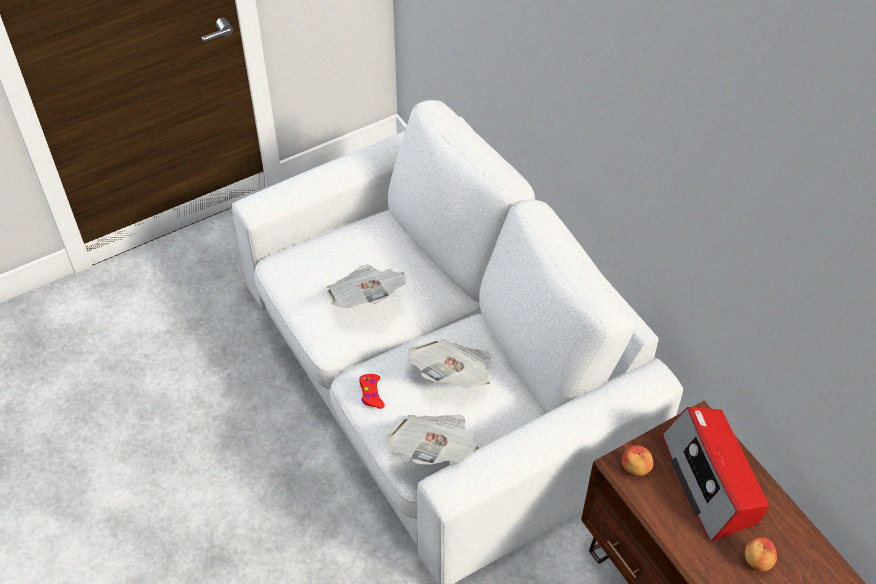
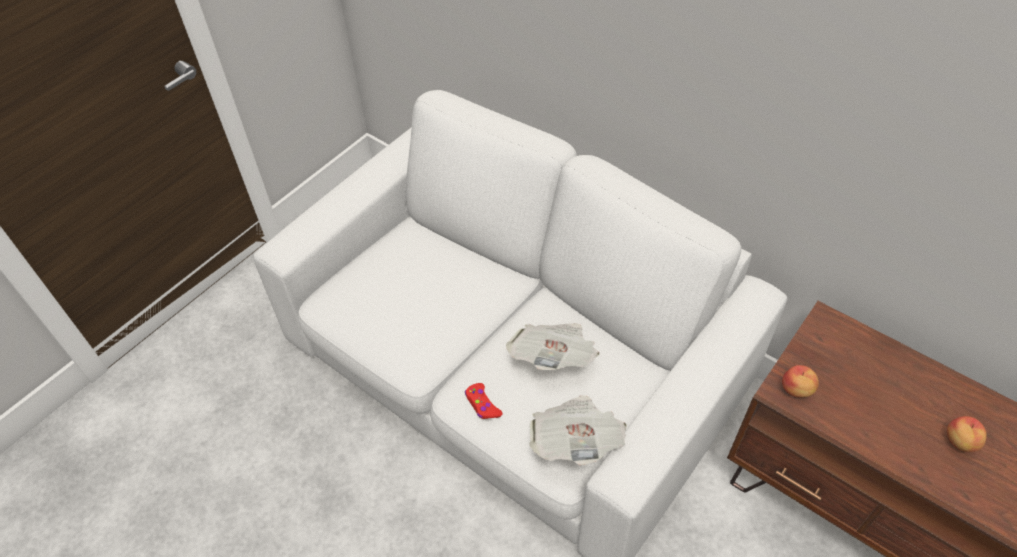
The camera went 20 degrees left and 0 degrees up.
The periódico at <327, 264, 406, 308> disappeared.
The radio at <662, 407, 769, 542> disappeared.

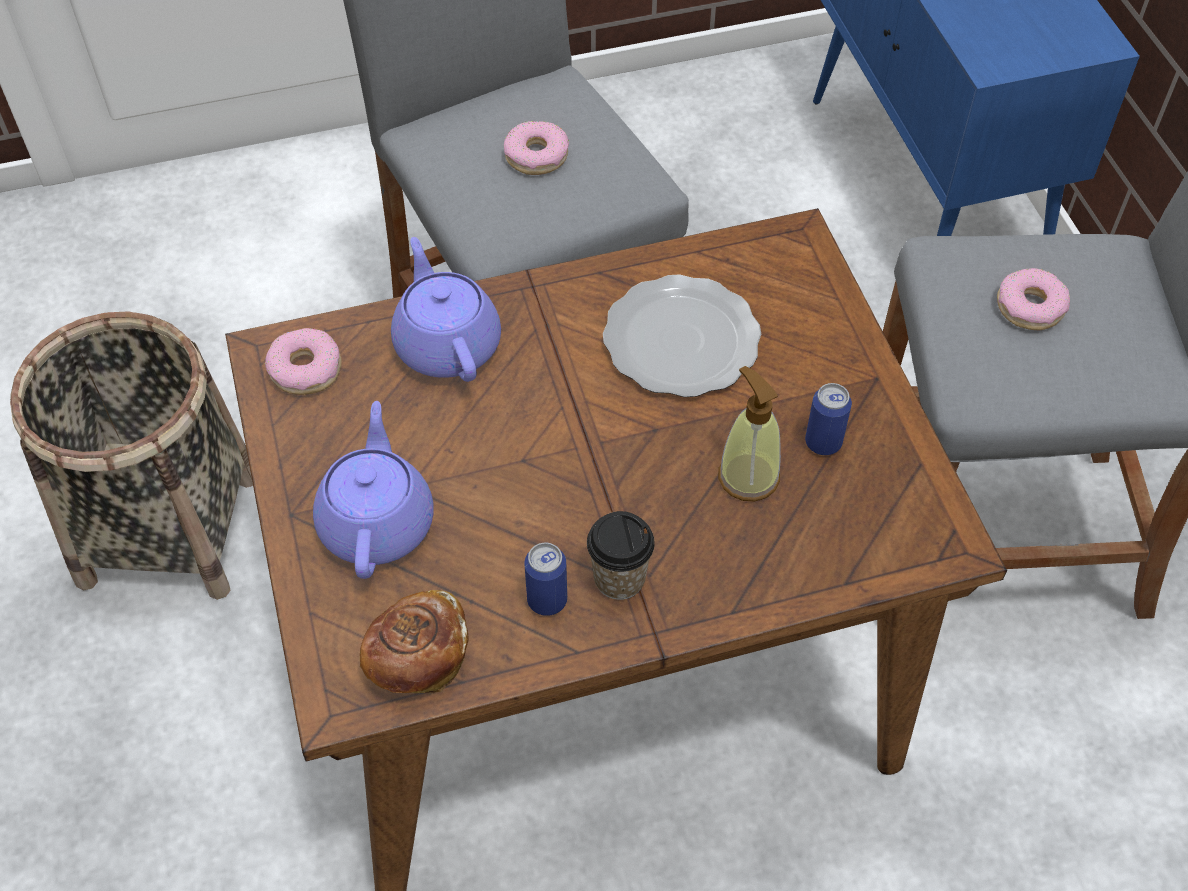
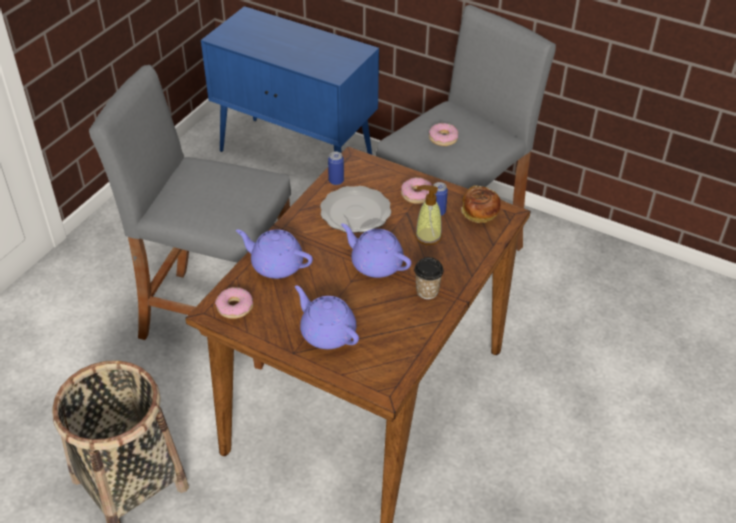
The camera went 45 degrees left and 10 degrees down.
The lata moved from <524, 542, 567, 616> to <328, 152, 344, 185>.
The tetera [morado] at <341, 223, 411, 278> appeared.
The rosquilla moved from <504, 121, 569, 175> to <401, 177, 432, 204>.
The pan moved from <360, 590, 468, 694> to <461, 185, 500, 223>.

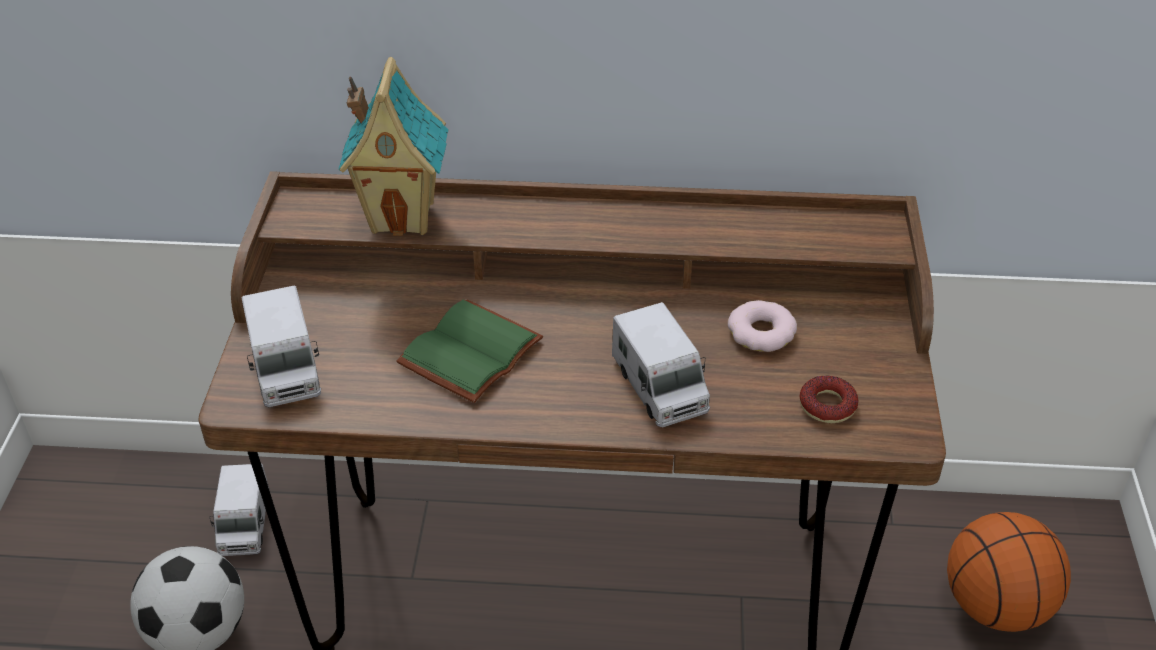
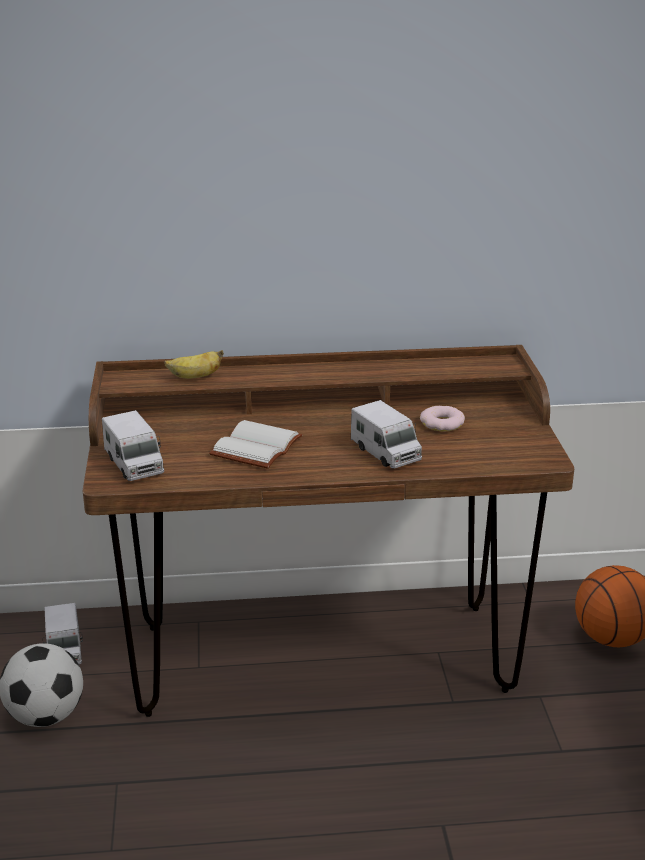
The camera went 10 degrees left and 15 degrees down.
The casita at <338, 57, 449, 236> was replaced by the plátano at <164, 350, 224, 379>.
The libro [verde] at <396, 299, 543, 403> became the libro [blanco] at <209, 420, 303, 469>.
The rosquilla at <800, 375, 858, 423> disappeared.

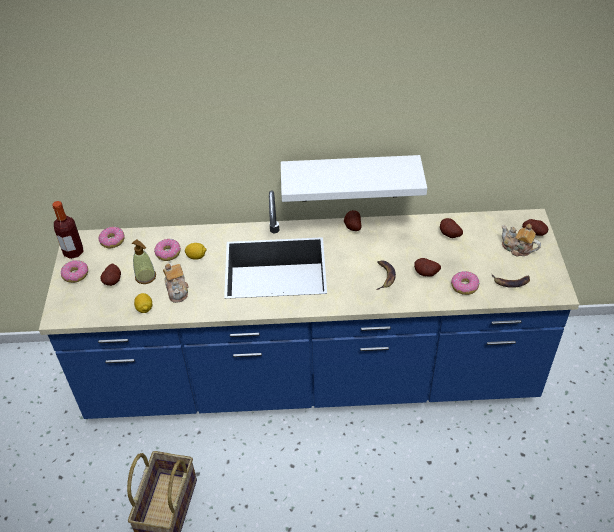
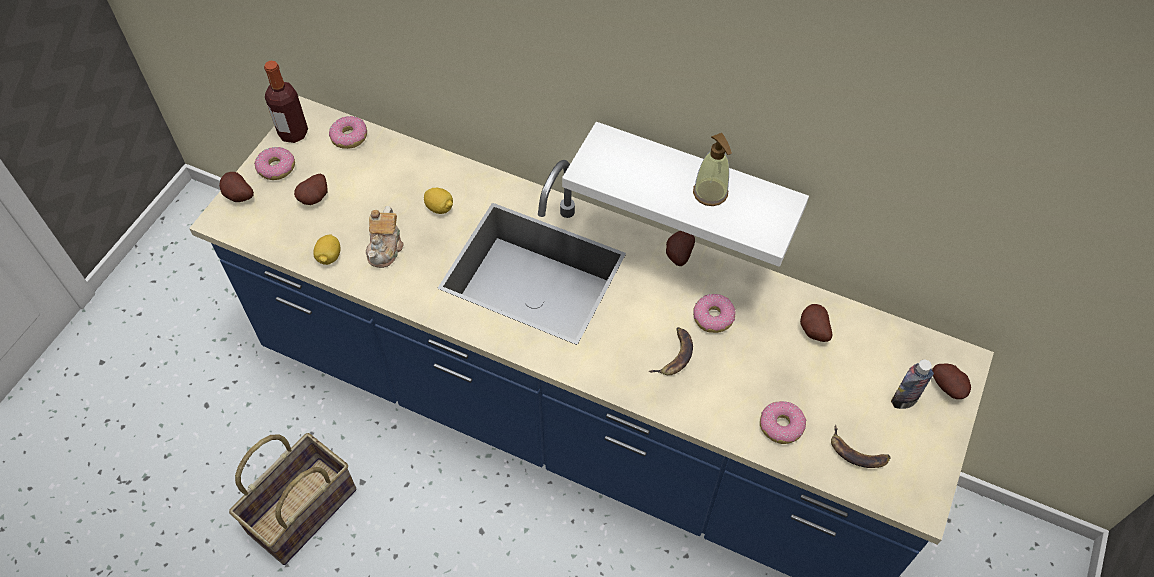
The camera went 25 degrees right and 10 degrees up.
The patata moved from <414, 258, 441, 277> to <219, 172, 254, 202>.
The dispensador de jabón moved from <132, 239, 156, 284> to <693, 133, 732, 206>.
The rosquilla moved from <154, 239, 181, 261> to <693, 294, 735, 333>.
The tetera at <502, 224, 541, 257> was replaced by the botella at <891, 360, 934, 409>.

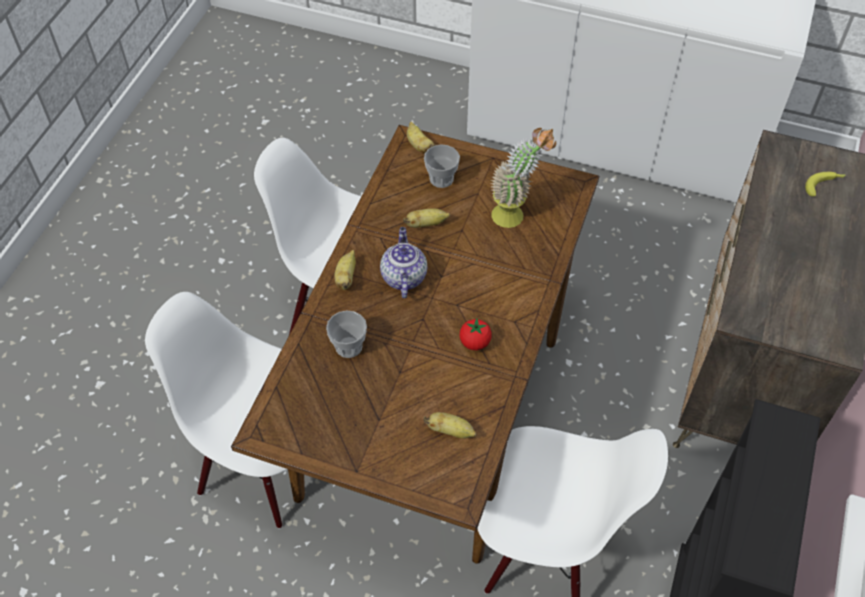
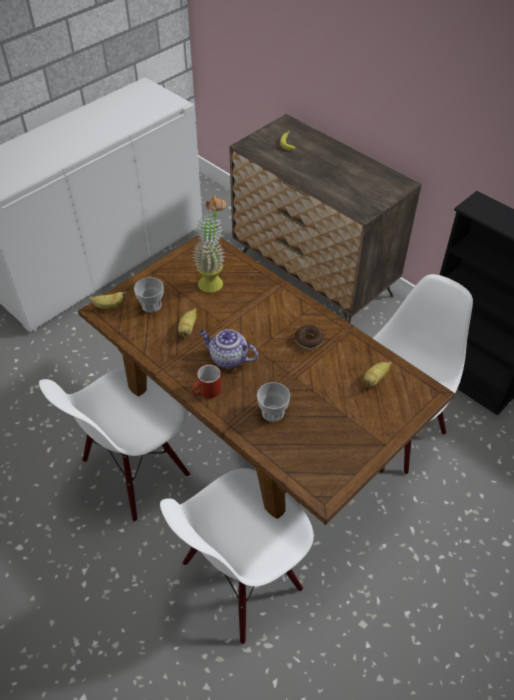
The camera went 65 degrees left and 5 degrees down.
The plátano at <334, 250, 356, 290> was replaced by the taza grande [rojo] at <191, 365, 222, 399>.
The tomate at <460, 319, 492, 350> was replaced by the rosquilla at <295, 325, 324, 349>.

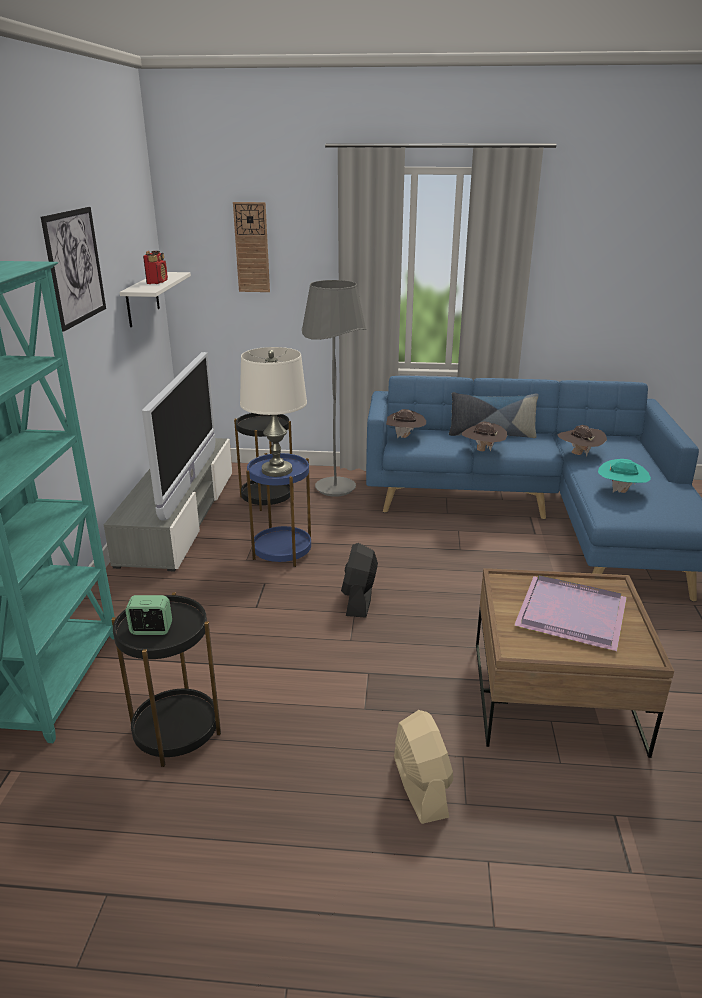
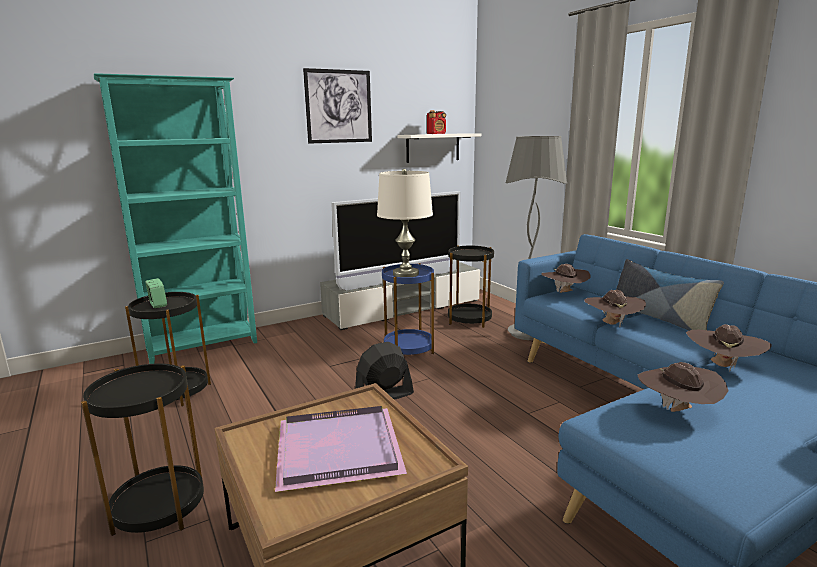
The camera went 55 degrees right and 10 degrees down.
The ventilador [beis] at <394, 710, 453, 824> was replaced by the mesa auxiliar [negro] at <81, 364, 204, 536>.
The sombrero [turquesa] at <598, 459, 651, 493> became the sombrero [marrón] at <638, 362, 729, 412>.
The reloj de pared at <233, 202, 270, 292> disappeared.

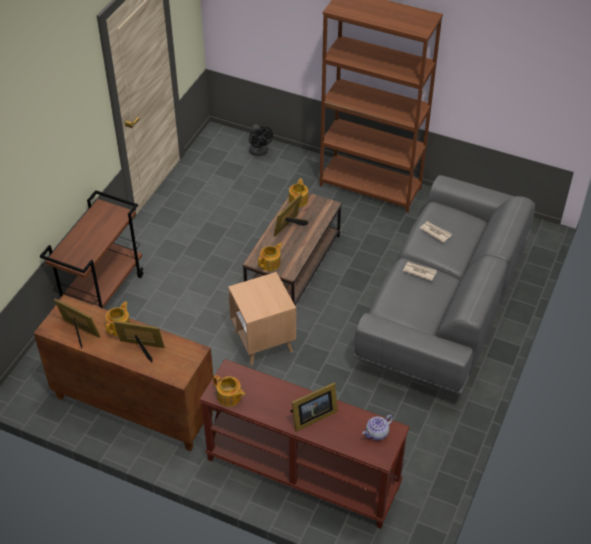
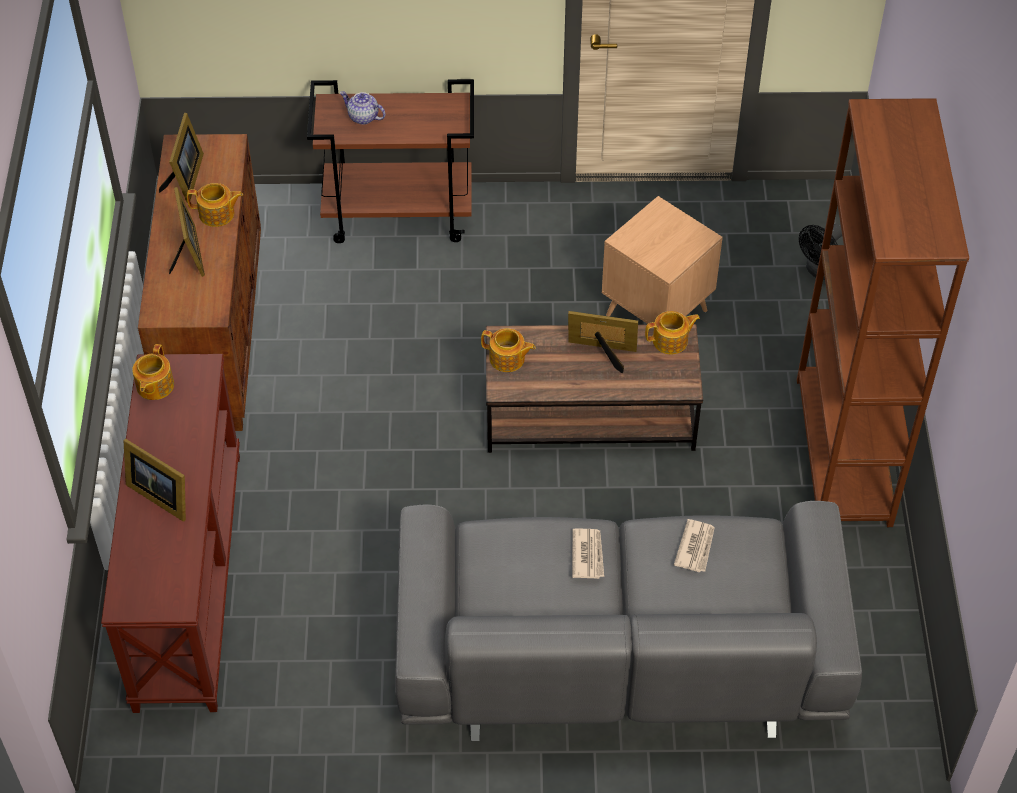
The camera went 65 degrees right and 5 degrees up.
The tetera moved from <363, 415, 393, 440> to <340, 91, 385, 125>.
The mesa auxiliar [marrón] moved from <228, 272, 296, 366> to <602, 196, 723, 324>.

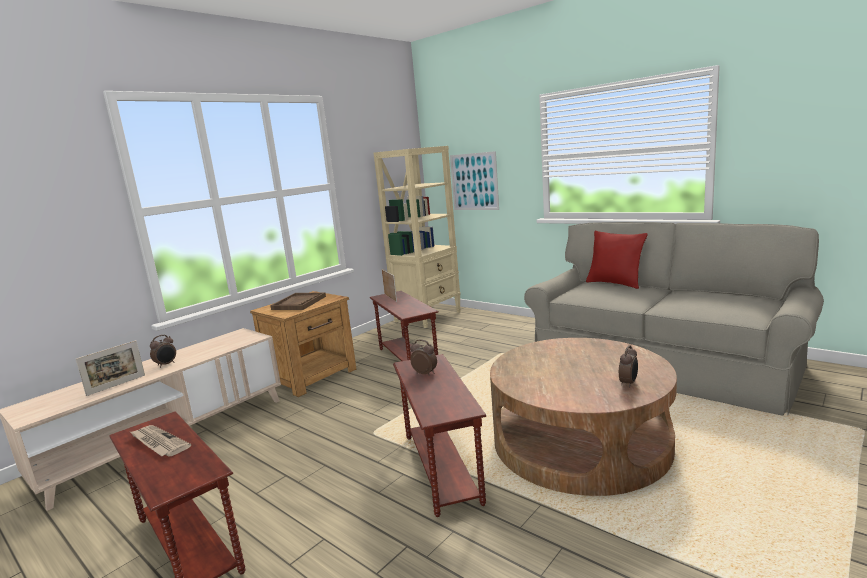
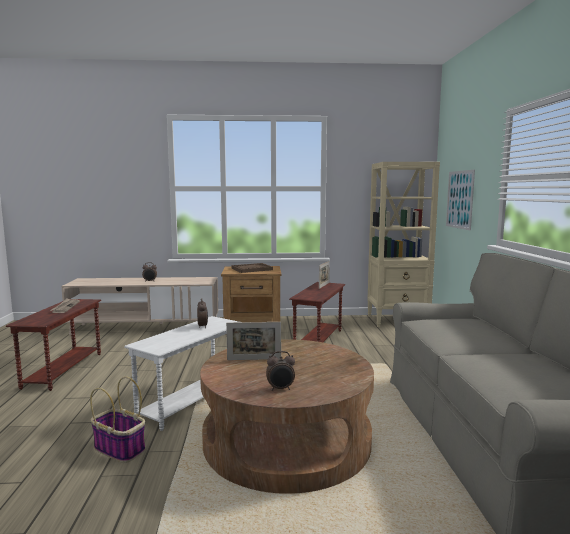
The camera went 45 degrees right and 5 degrees down.
The cesta at <90, 377, 145, 463> appeared.
The mesa auxiliar [marrón] at <393, 354, 486, 517> became the mesa auxiliar [blanco] at <124, 316, 239, 431>.
The portarretratos moved from <76, 340, 145, 396> to <226, 322, 281, 360>.
The cojín [rojo] at <586, 231, 647, 289> disappeared.

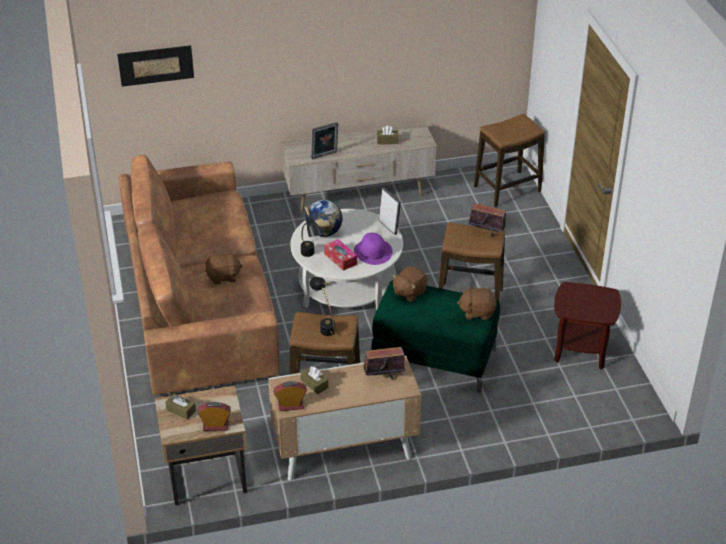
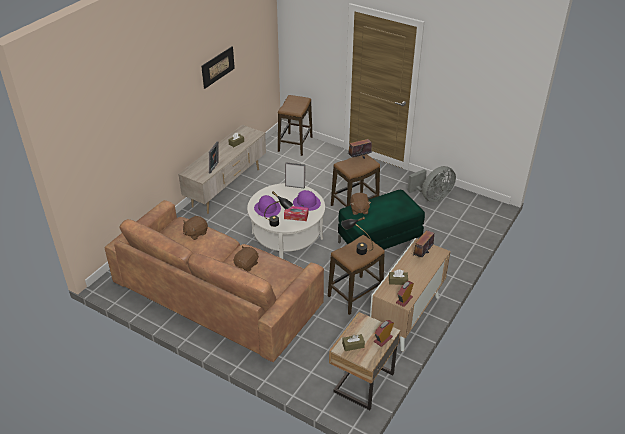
The camera went 45 degrees left and 0 degrees up.
The peluche [marrón] moved from <457, 286, 497, 320> to <183, 216, 208, 240>.
The cuadro moved from <117, 45, 194, 87> to <201, 46, 235, 89>.
The globo terráqueo at <305, 200, 343, 237> was replaced by the sombrero [morado] at <254, 195, 281, 217>.
The mesa auxiliar [marrón] at <554, 282, 621, 369> was replaced by the ventilador [gris] at <408, 166, 456, 202>.

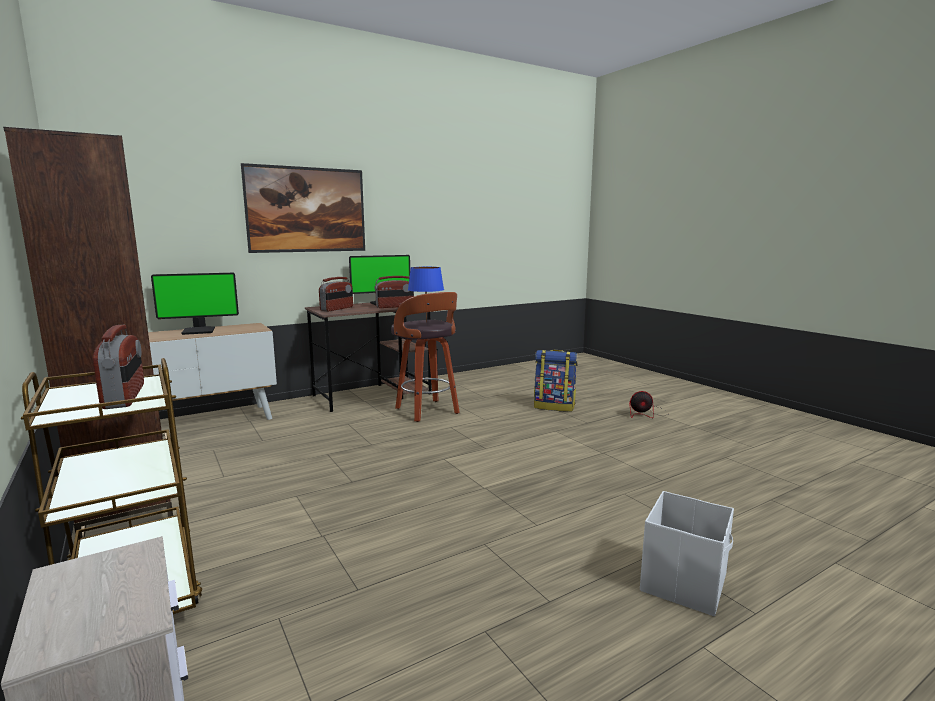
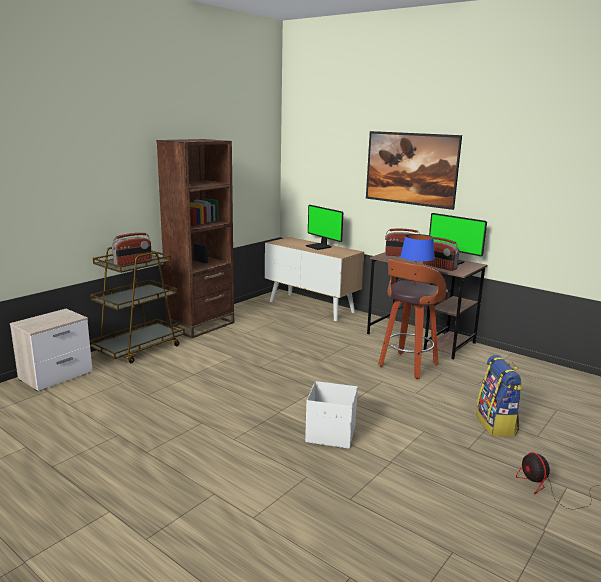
The camera went 70 degrees right and 5 degrees up.
The caja de almacenaje [blanco] moved from <640, 491, 734, 616> to <305, 381, 358, 449>.

